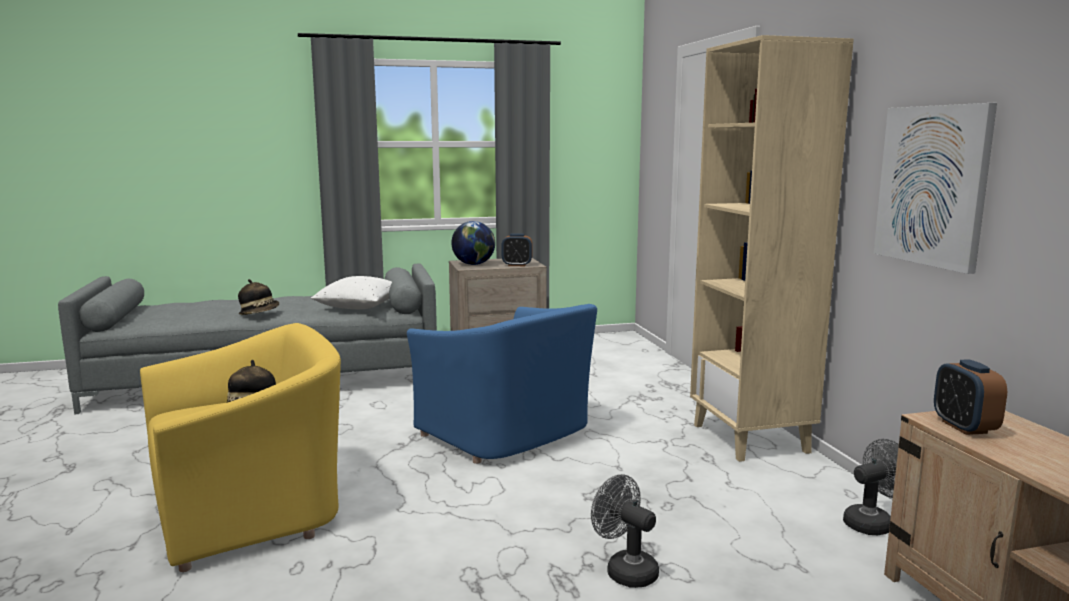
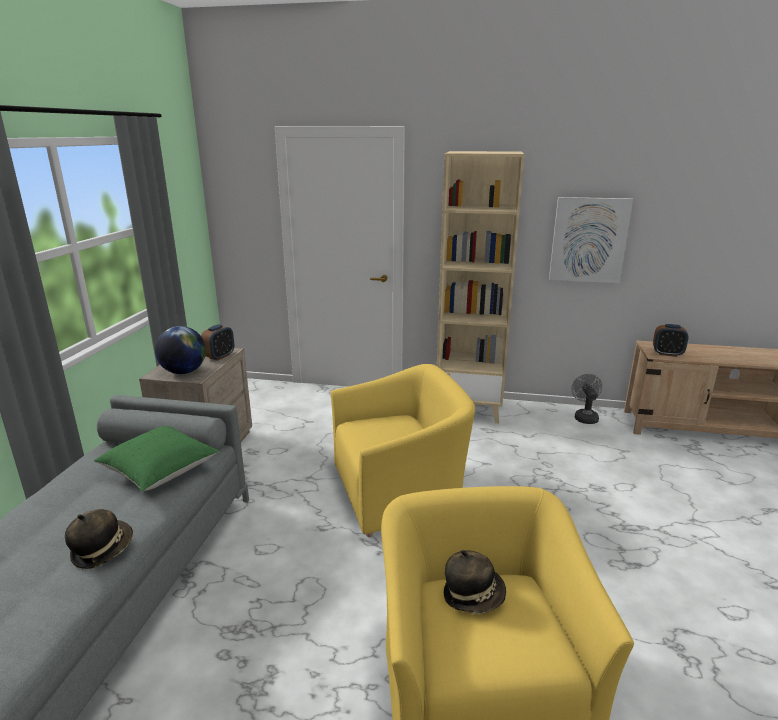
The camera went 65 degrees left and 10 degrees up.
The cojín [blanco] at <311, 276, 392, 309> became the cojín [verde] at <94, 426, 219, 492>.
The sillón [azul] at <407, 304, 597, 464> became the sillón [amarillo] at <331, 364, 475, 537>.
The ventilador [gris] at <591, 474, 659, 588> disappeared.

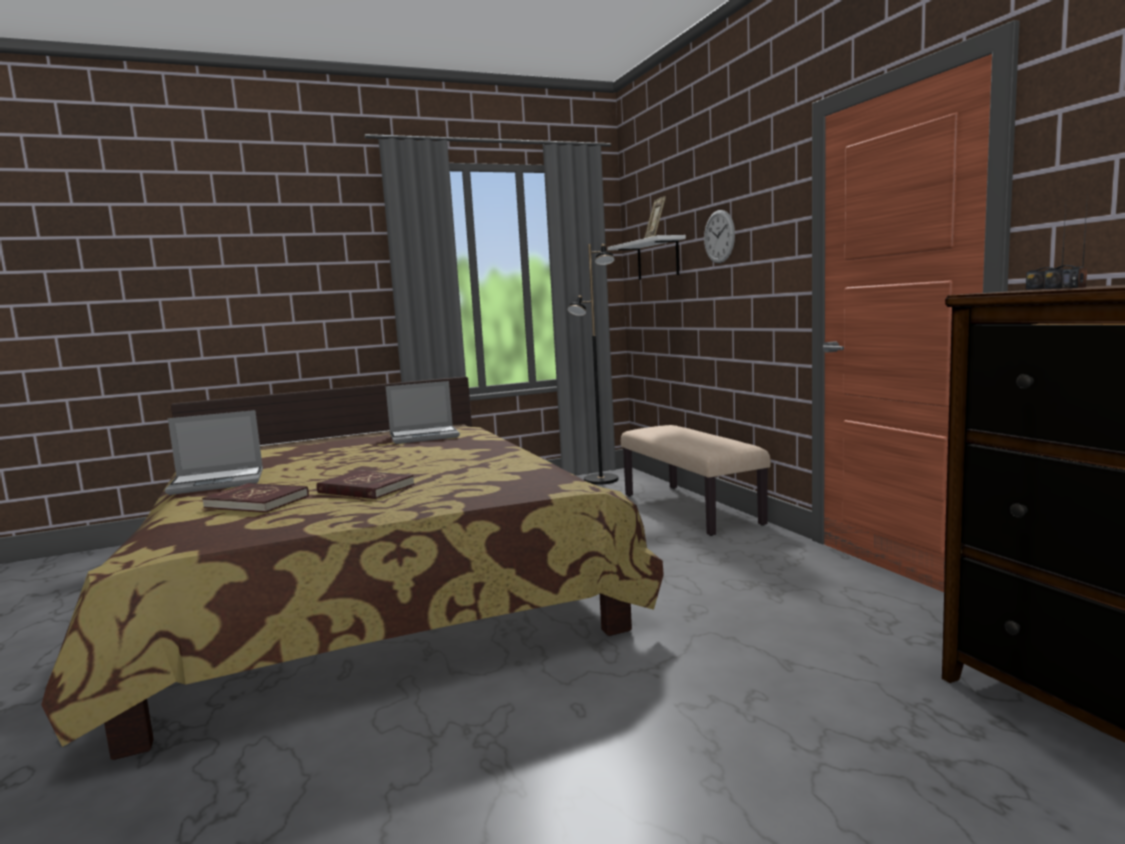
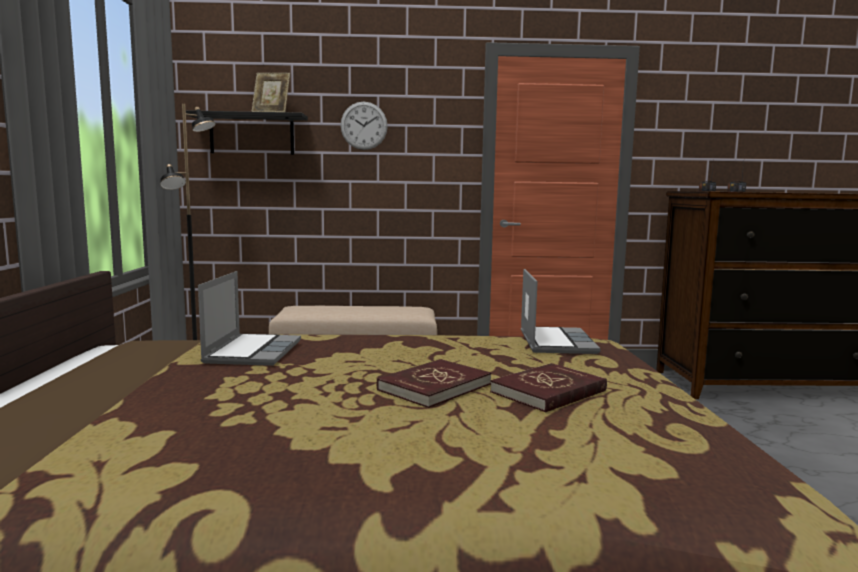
The camera went 70 degrees left and 0 degrees up.
The estante [blanco] at <607, 235, 686, 280> became the estante [negro] at <186, 110, 308, 155>.
The libro [rojo] moved from <202, 483, 309, 513> to <377, 359, 492, 408>.
The portátil moved from <165, 410, 263, 495> to <521, 269, 601, 354>.

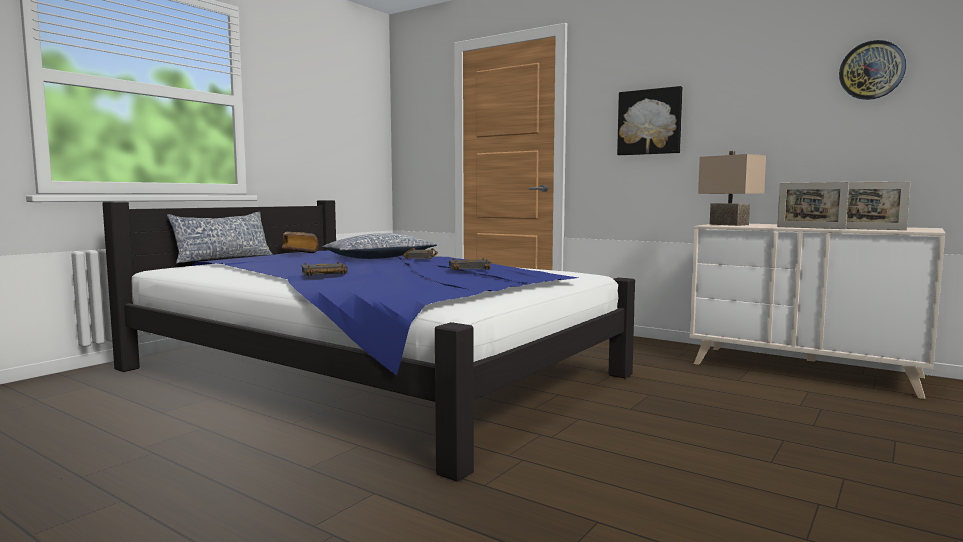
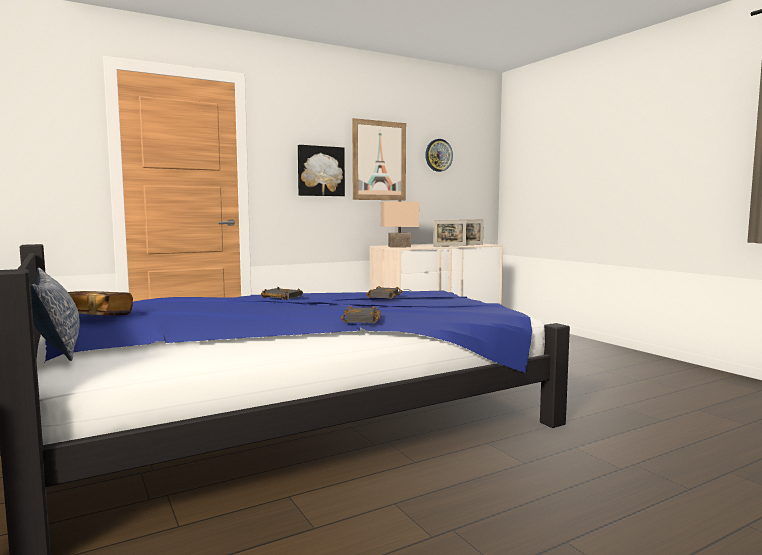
The camera went 65 degrees left and 0 degrees up.
The cuadro at <352, 118, 406, 200> appeared.
The cojín at <322, 233, 437, 259> disappeared.

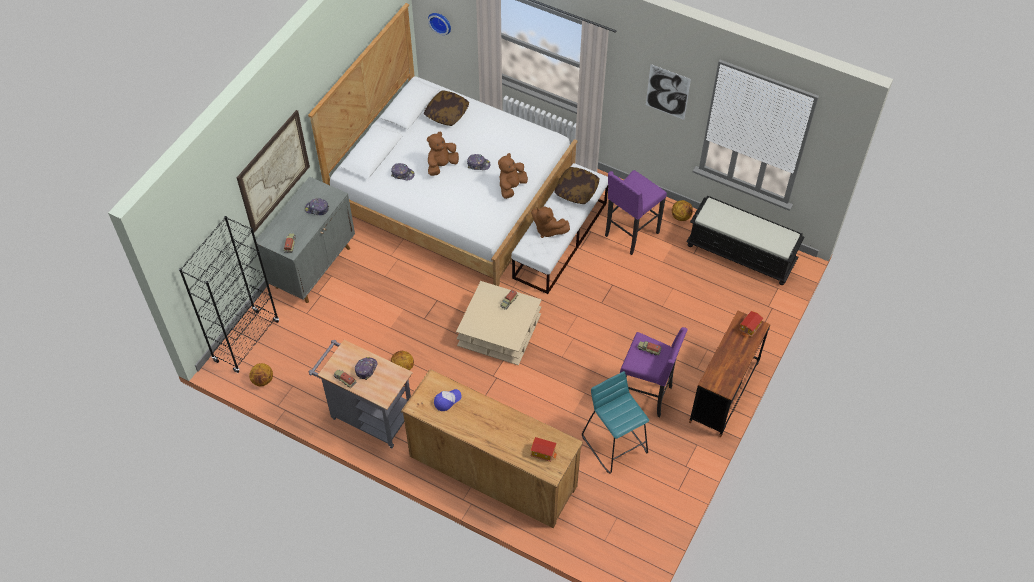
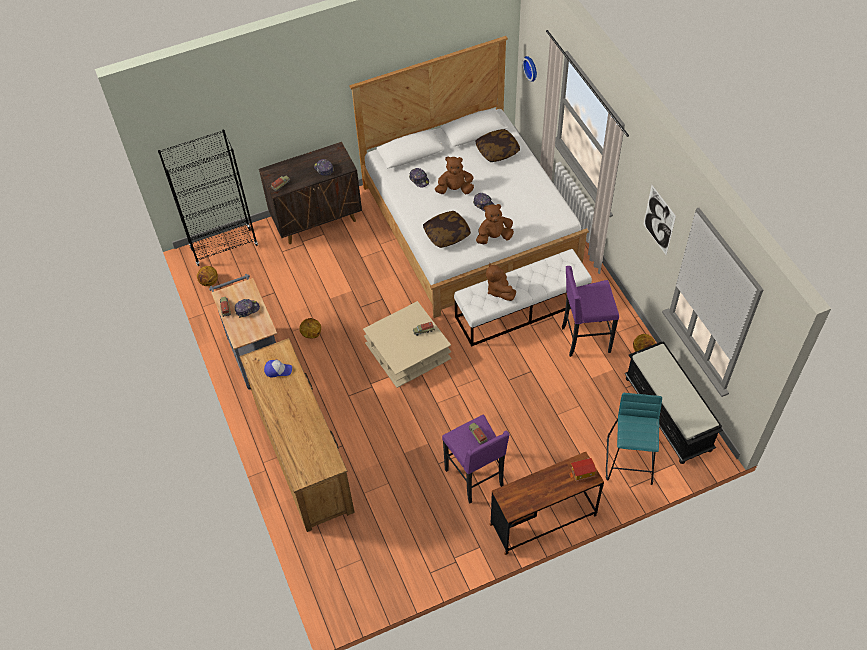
The camera went 40 degrees right and 0 degrees up.
The armario [gris] at <256, 177, 355, 303> became the armario [marrón] at <259, 142, 362, 244>.
The cojín moved from <554, 167, 599, 204> to <423, 211, 471, 248>.
The taburete [turquesa] moved from <582, 371, 649, 474> to <606, 393, 662, 485>.
The cuadro at <237, 110, 310, 233> disappeared.
The casita at <531, 437, 557, 462> disappeared.

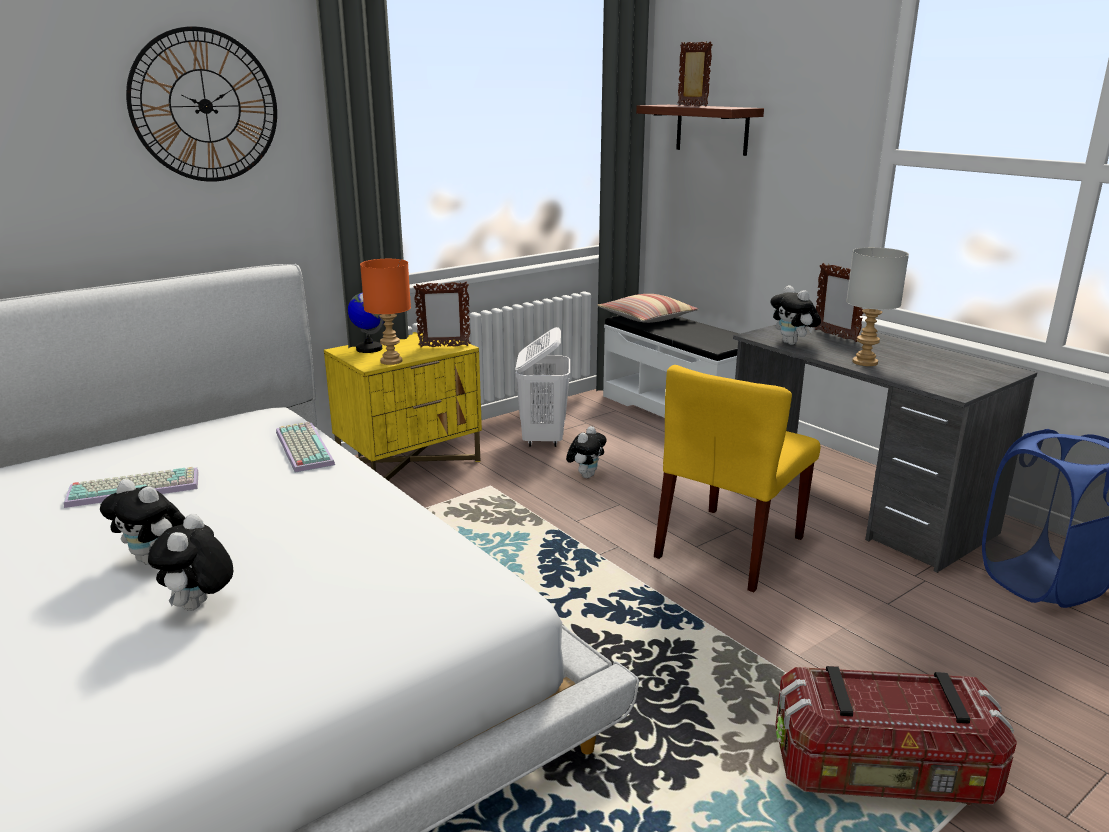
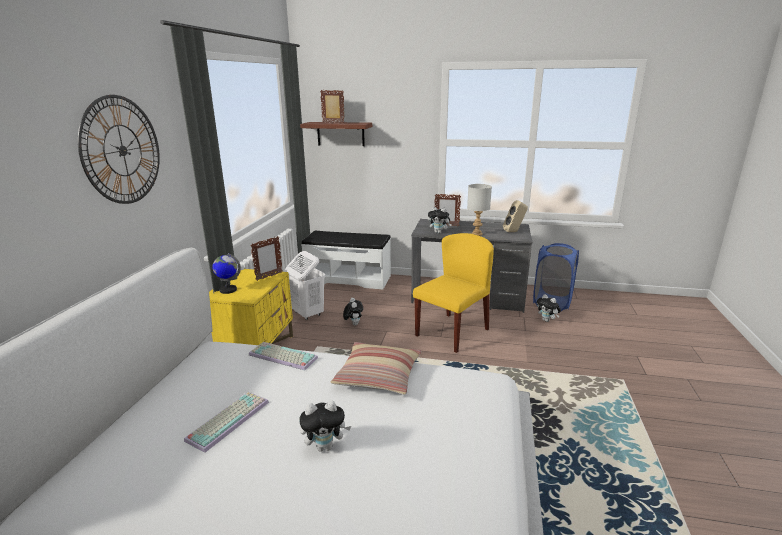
The camera went 40 degrees left and 0 degrees up.
The cojín moved from <598, 294, 699, 323> to <331, 342, 421, 395>.
The silla [amarillo] at <654, 365, 820, 592> turned 135 degrees counterclockwise.
The altavoz [beis] at <503, 200, 528, 232> appeared.
The peluche moved from <148, 514, 233, 611> to <537, 294, 561, 322>.
The lámpara de mesa [naranja] at <360, 259, 411, 365> disappeared.
The caja de almacenaje at <775, 666, 1017, 805> disappeared.

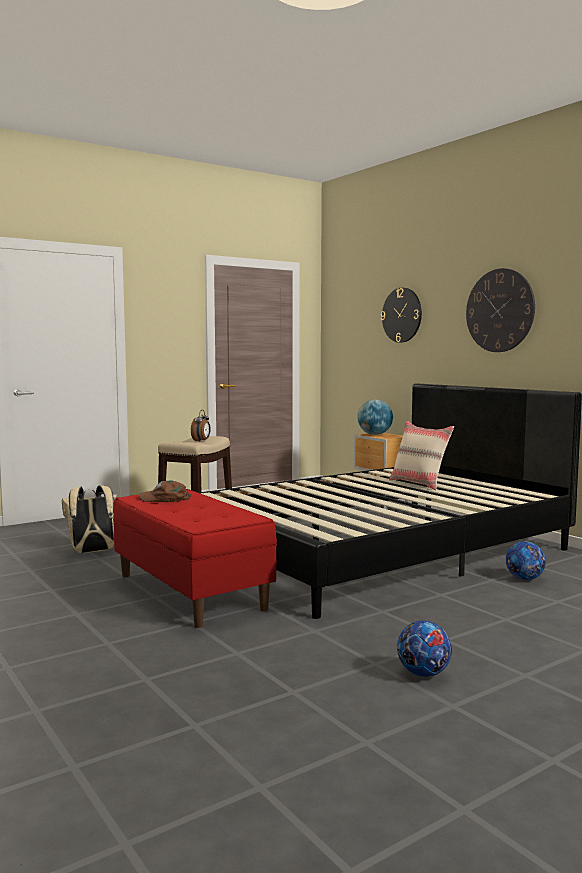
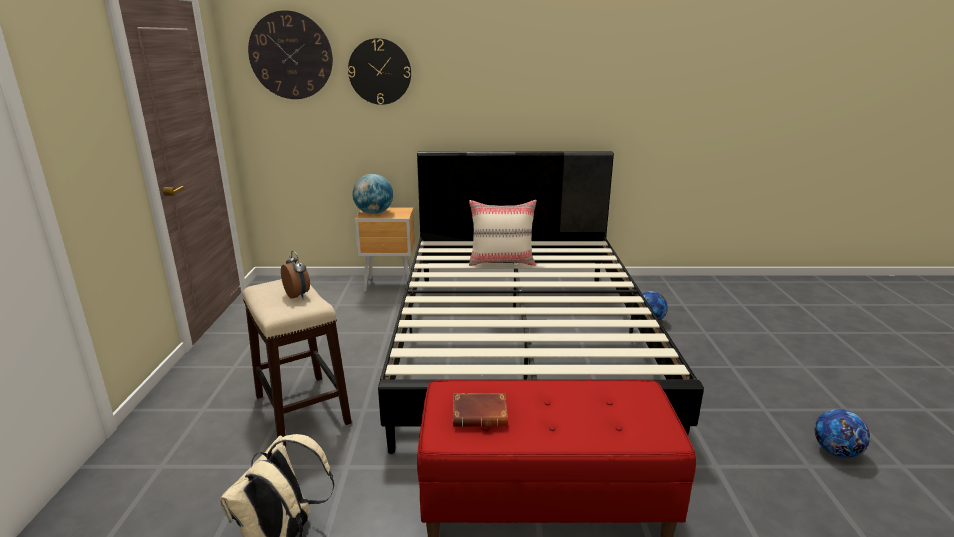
The camera went 55 degrees left and 15 degrees up.
The reloj de pared moved from <466, 268, 535, 352> to <248, 10, 333, 99>.
The gorra [marrón] at <139, 481, 191, 502> was replaced by the libro [marrón] at <453, 393, 508, 427>.

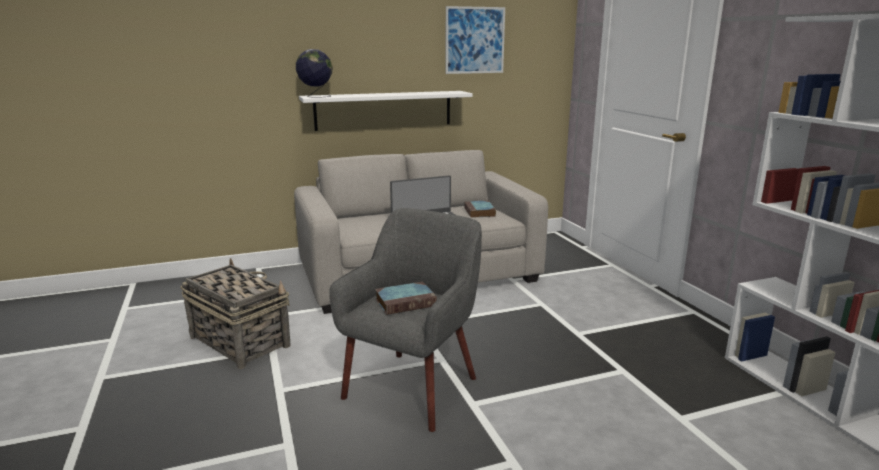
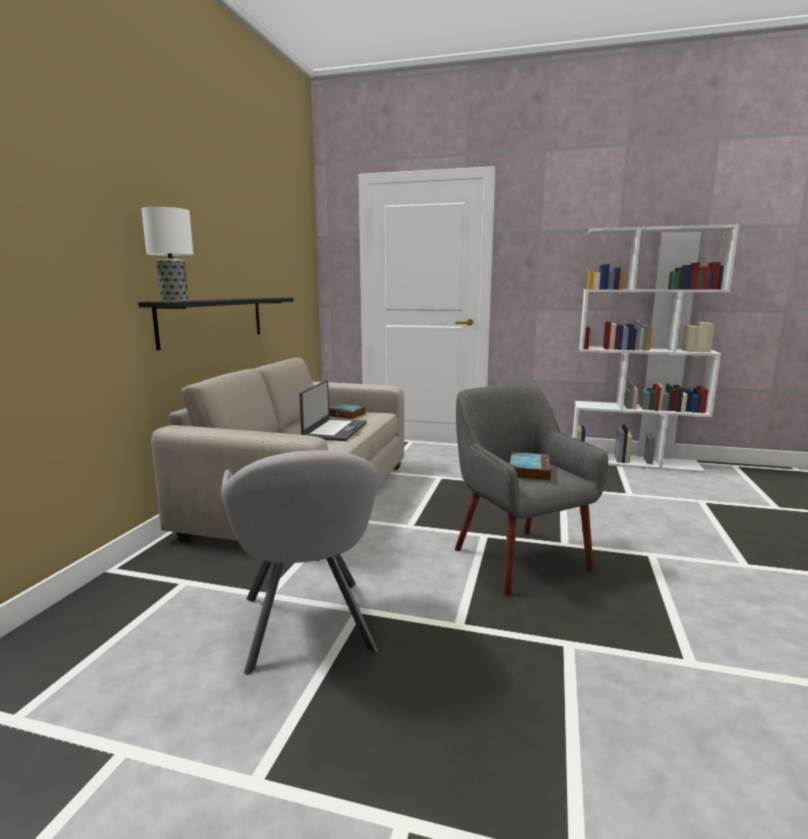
The camera went 55 degrees left and 5 degrees down.
The estante [blanco] at <299, 91, 473, 131> became the estante [negro] at <138, 297, 294, 350>.
The globo terráqueo at <296, 49, 333, 97> was replaced by the lámpara de mesa at <141, 207, 193, 301>.
The cesta at <181, 258, 291, 369> was replaced by the sillón [gris] at <221, 450, 379, 675>.
The cuadro at <445, 6, 505, 74> disappeared.

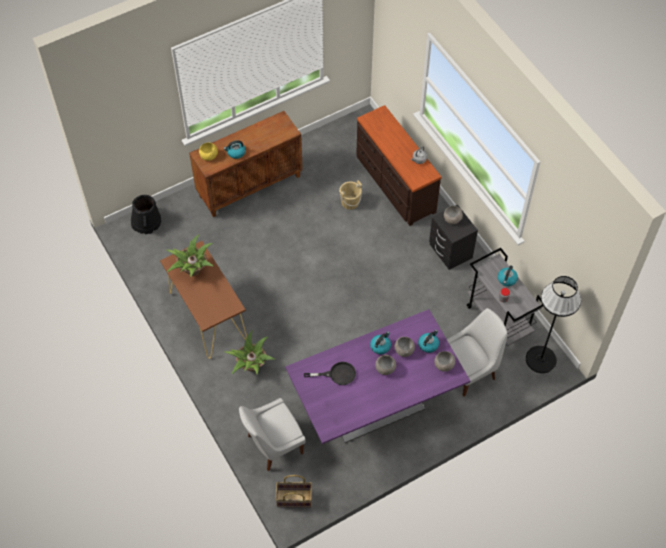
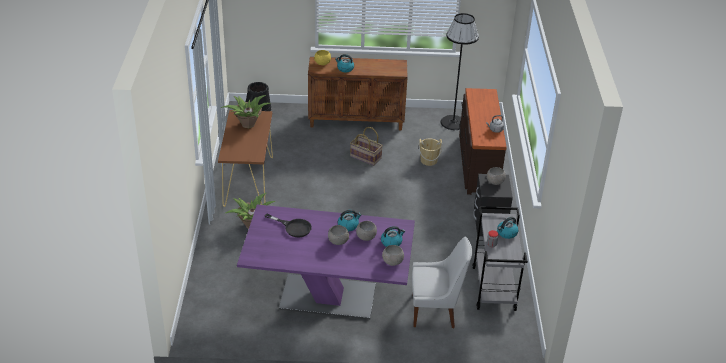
The camera went 30 degrees right and 20 degrees down.
The cesta moved from <275, 475, 312, 508> to <350, 127, 383, 166>.
The lámpara de pie [negro] moved from <526, 276, 581, 373> to <441, 13, 479, 130>.
The silla [blanco] at <239, 398, 305, 471> disappeared.

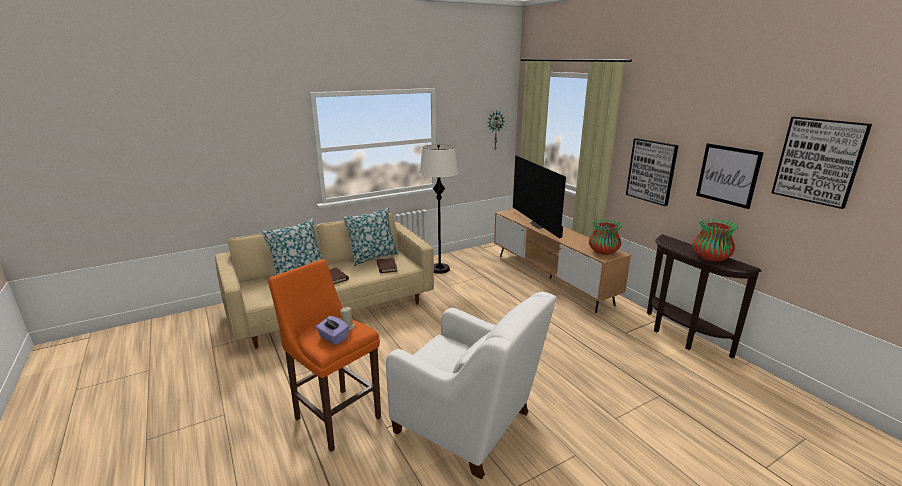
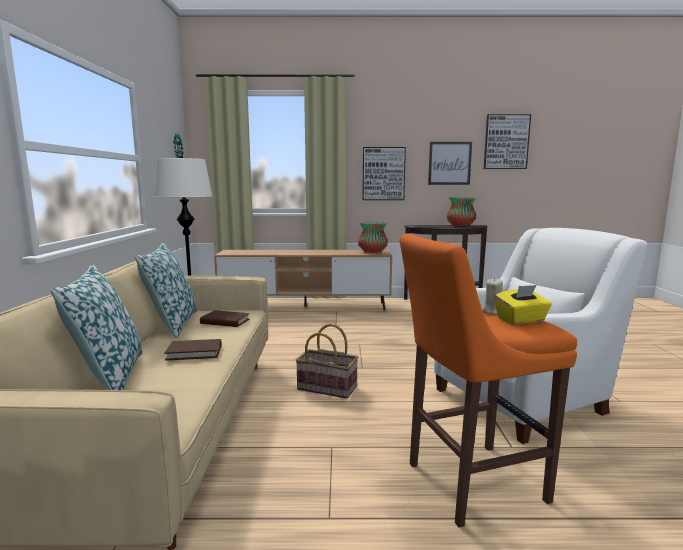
The camera went 60 degrees left and 10 degrees down.
The cesta at <296, 324, 358, 399> appeared.
The caja de pañuelos [morado] at <316, 316, 349, 345> became the caja de pañuelos [amarillo] at <495, 285, 552, 325>.
The televisor at <513, 155, 566, 238> disappeared.

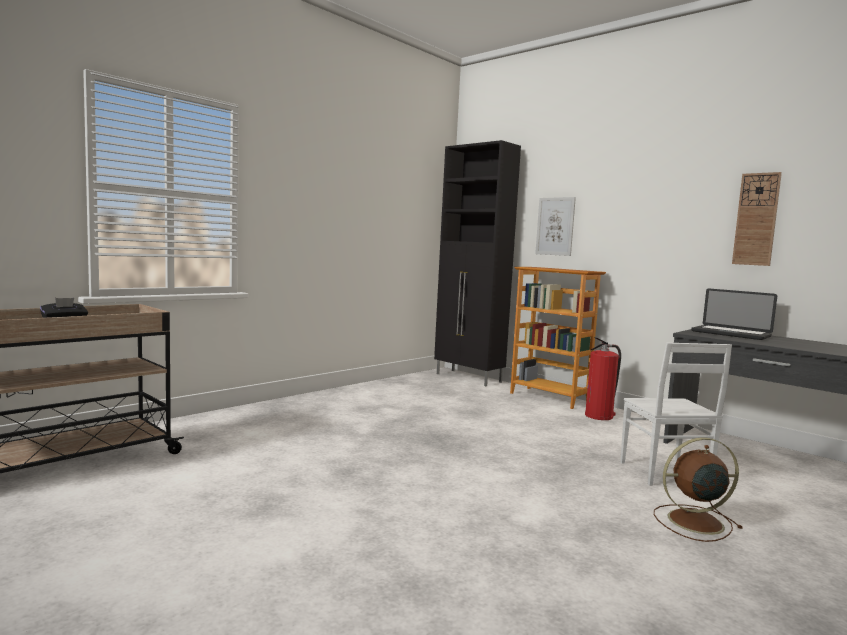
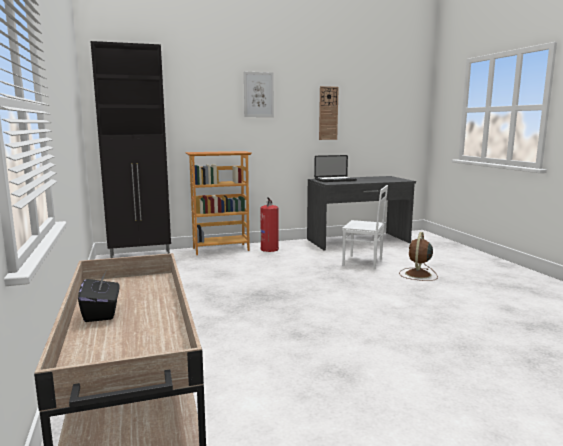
The camera went 60 degrees left and 5 degrees up.
The cuadro moved from <535, 197, 576, 256> to <244, 72, 274, 117>.

